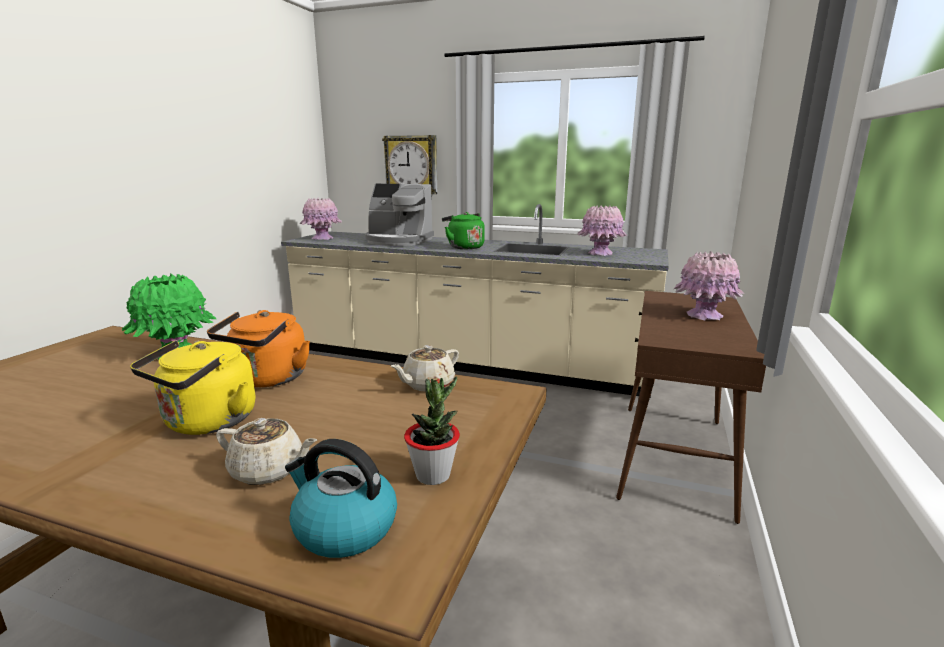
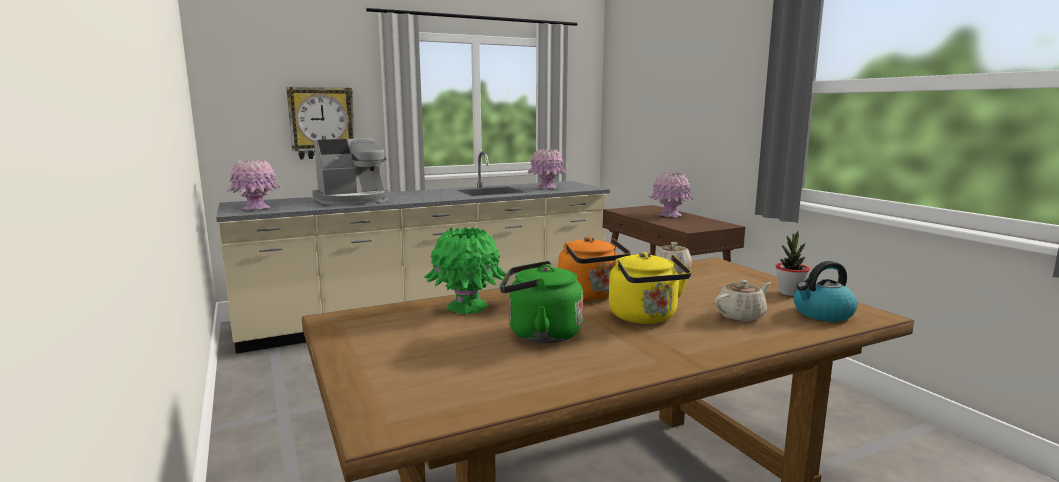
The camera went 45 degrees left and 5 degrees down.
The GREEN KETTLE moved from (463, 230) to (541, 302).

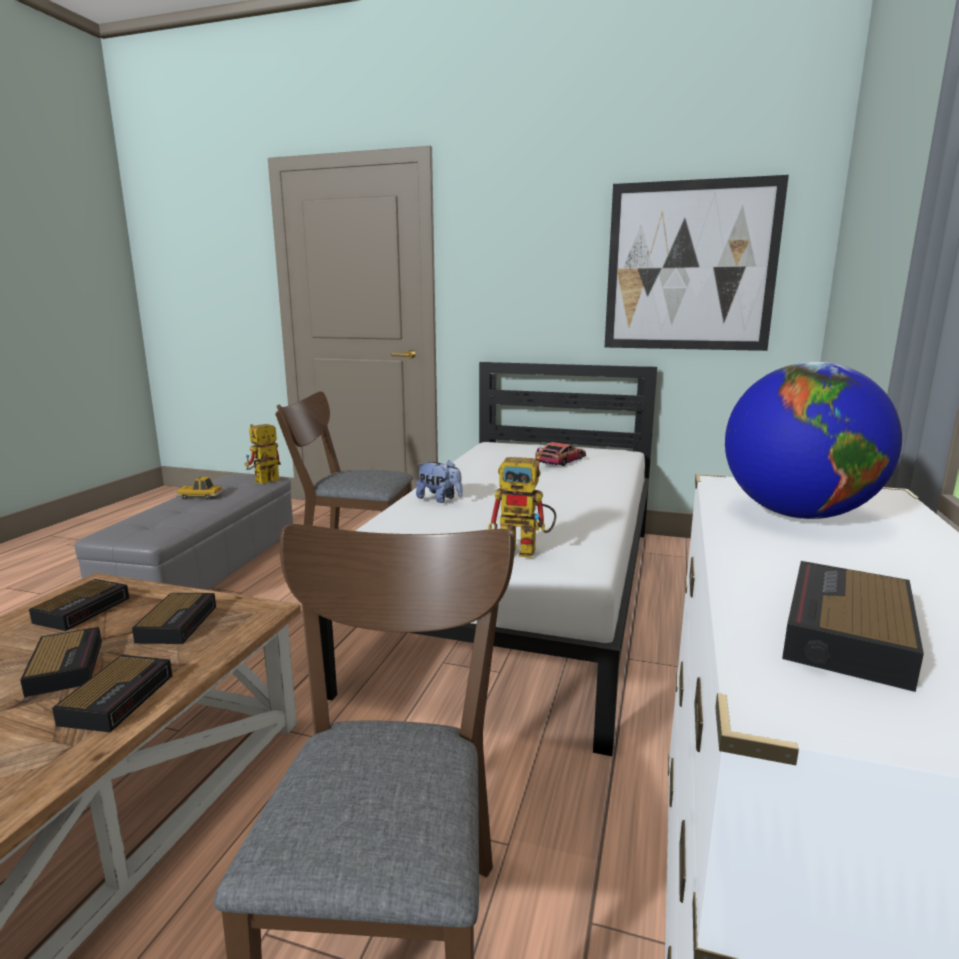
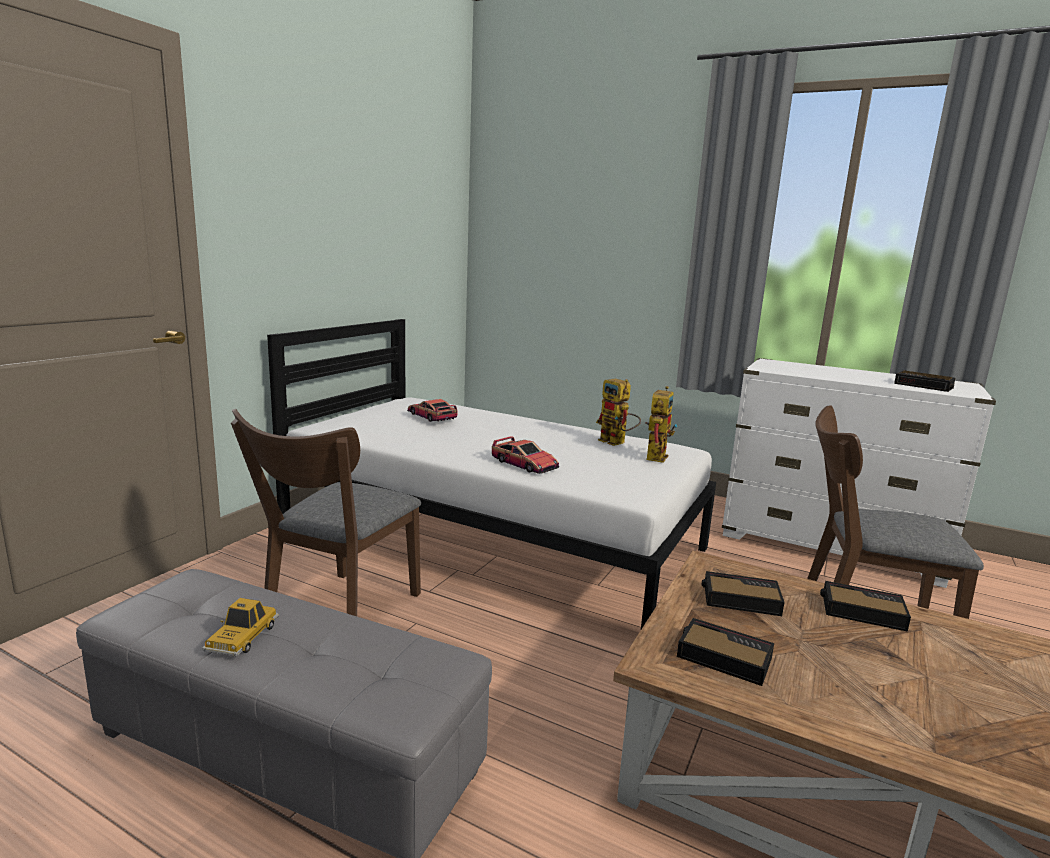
The camera went 80 degrees left and 0 degrees up.
The ALARM CLOCK at (61, 662) disappeared.
The PICTURE at (696, 263) disappeared.
The GLOBE at (813, 440) disappeared.
The TOY ROBOT moved from (263, 454) to (618, 412).
The PLUSH TOY at (439, 481) was replaced by the TOY CAR at (526, 455).

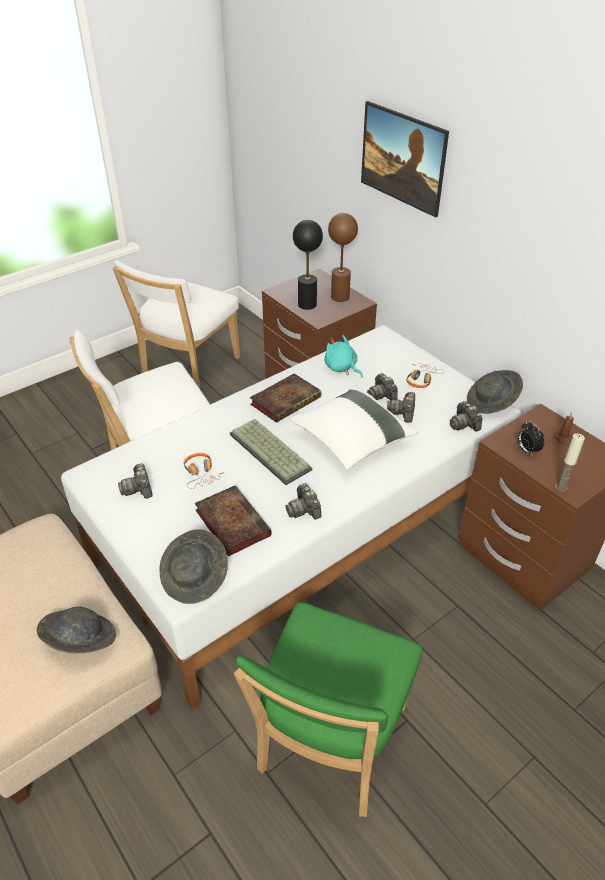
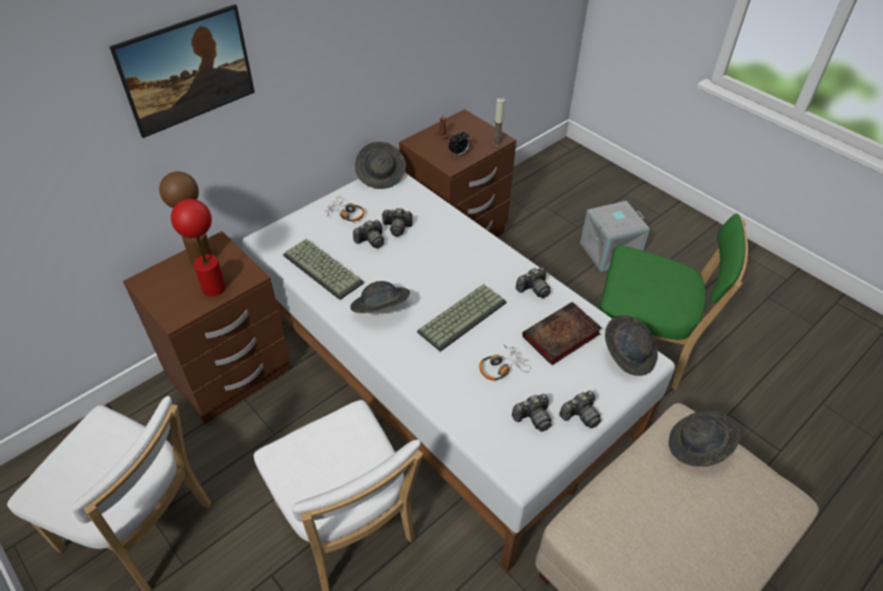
The camera went 95 degrees left and 5 degrees up.
The WHITE PILLOW at (354, 427) disappeared.
The GREY STORAGE BOX at (615, 236) appeared.
The PHOTO CAMERA moved from (466, 416) to (580, 409).
The BOOK at (285, 398) was replaced by the GREY HAT at (380, 297).
The TURQUOISE PLUSH TOY at (344, 356) was replaced by the KEYBOARD at (323, 269).
The BLACK TABLE LAMP at (308, 265) became the RED TABLE LAMP at (198, 247).

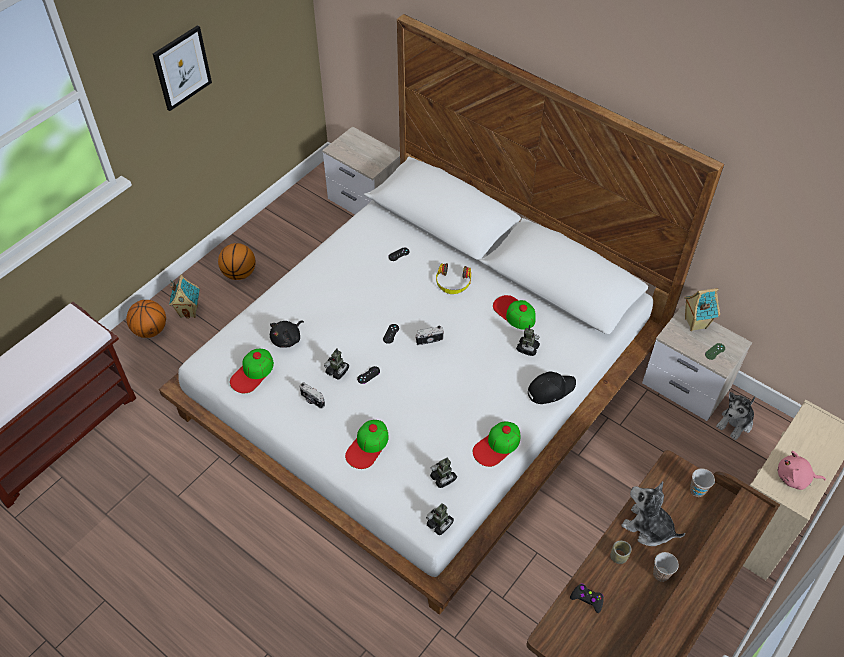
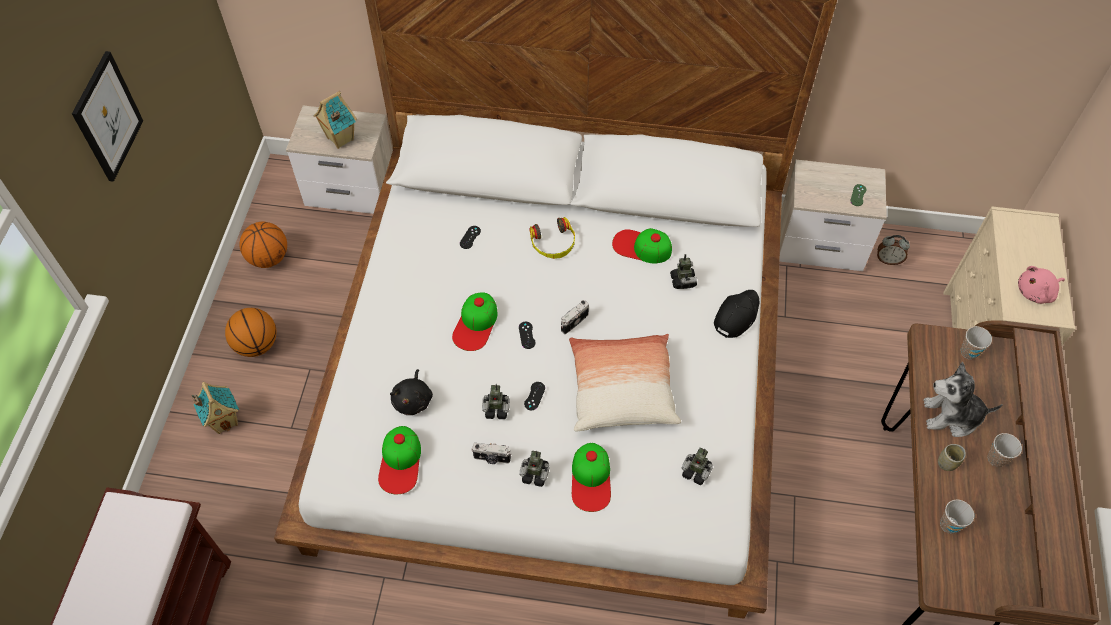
The camera went 30 degrees left and 5 degrees up.
The PILLOW at (625, 382) appeared.
The BASKETBALL moved from (146, 319) to (263, 245).
The TOY ROBOT moved from (440, 519) to (535, 469).
The CAP moved from (496, 444) to (475, 321).
The TOY HOUSE moved from (702, 309) to (335, 120).
The BLACK GAME CONTROLLER at (587, 598) was replaced by the CUP at (957, 517).
The PLUSH TOY at (735, 416) was replaced by the ALARM CLOCK at (893, 250).

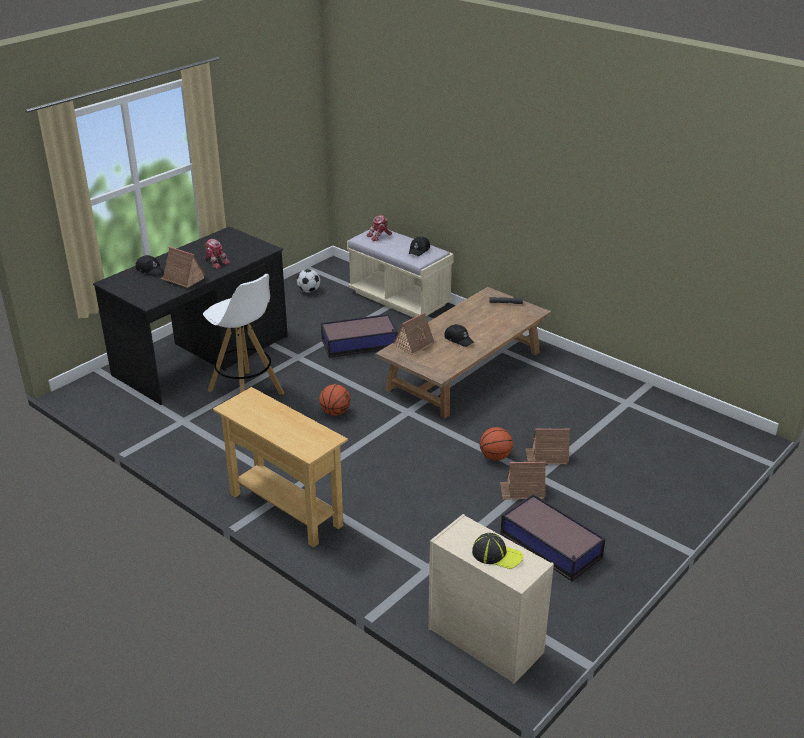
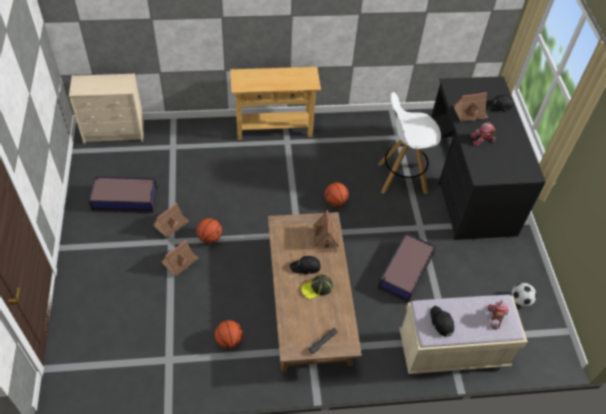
The camera went 130 degrees right and 20 degrees up.
The BASKETBALL at (229, 334) appeared.
The CAP moved from (497, 551) to (317, 287).

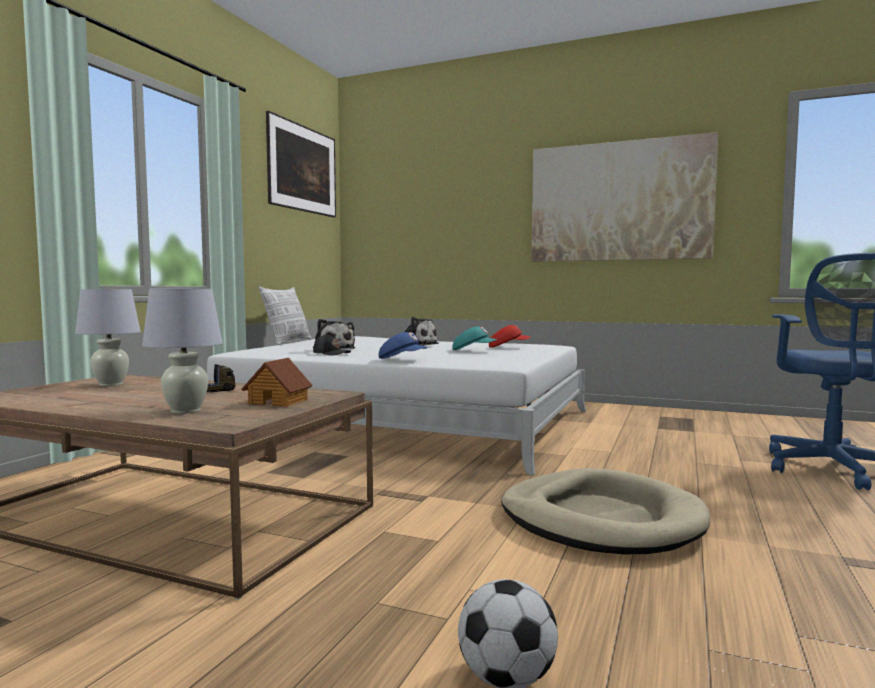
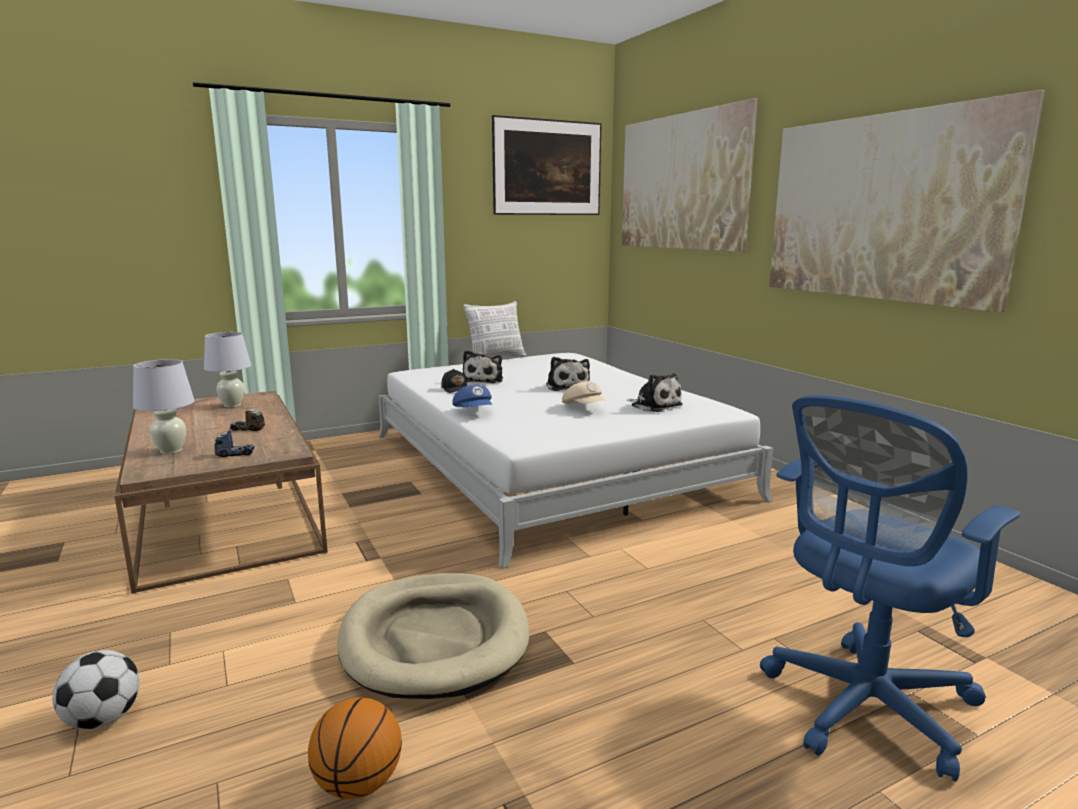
The camera went 40 degrees right and 10 degrees up.
The BASKETBALL at (355, 748) appeared.
The PICTURE at (690, 175) appeared.
The TOY HOUSE at (277, 382) was replaced by the TOY TRUCK at (234, 444).
The RED CAP at (509, 336) was replaced by the PLUSH TOY at (655, 392).
The TURQUOISE CAP at (474, 338) became the BEIGE CAP at (583, 392).

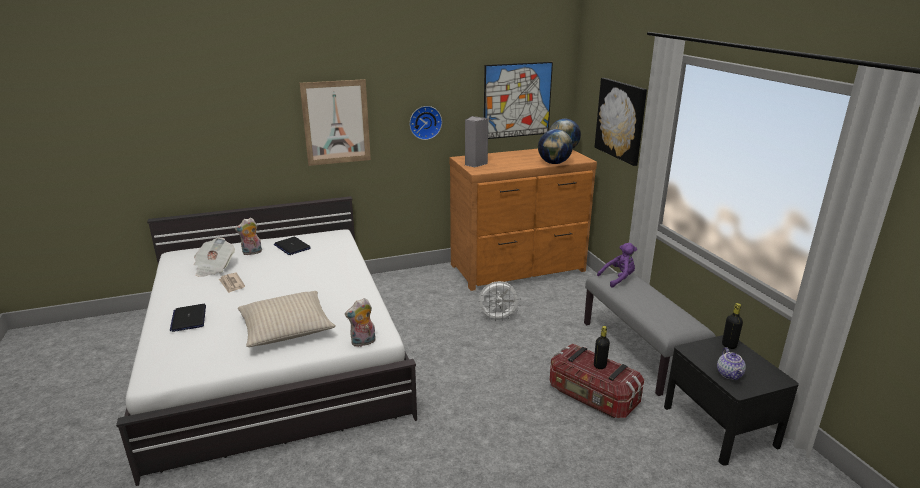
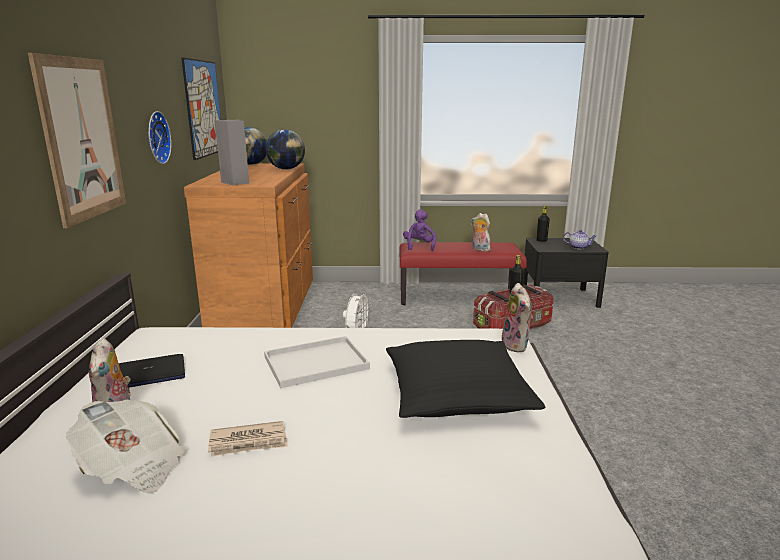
The camera went 70 degrees left and 5 degrees down.
The LAPTOP at (188, 318) disappeared.
The PICTURE at (621, 122) disappeared.
The WHITE TRAY at (317, 362) appeared.
The PLUSH TOY at (480, 232) appeared.
The BEIGE PILLOW at (287, 319) became the BLACK PILLOW at (465, 379).
The GREY BENCH at (650, 334) became the RED BENCH at (463, 273).

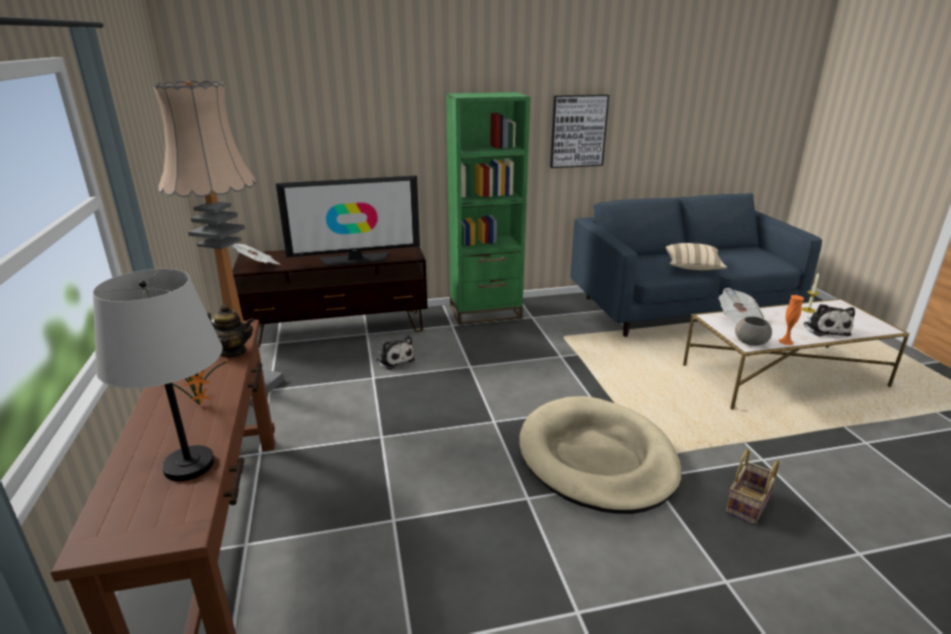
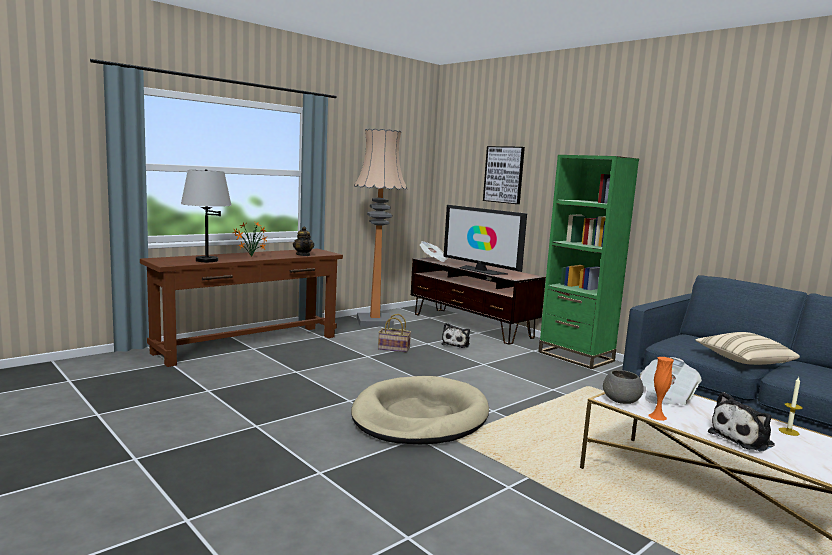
The camera went 60 degrees right and 15 degrees down.
The PICTURE moved from (579, 131) to (504, 175).
The BASKET moved from (752, 487) to (394, 333).

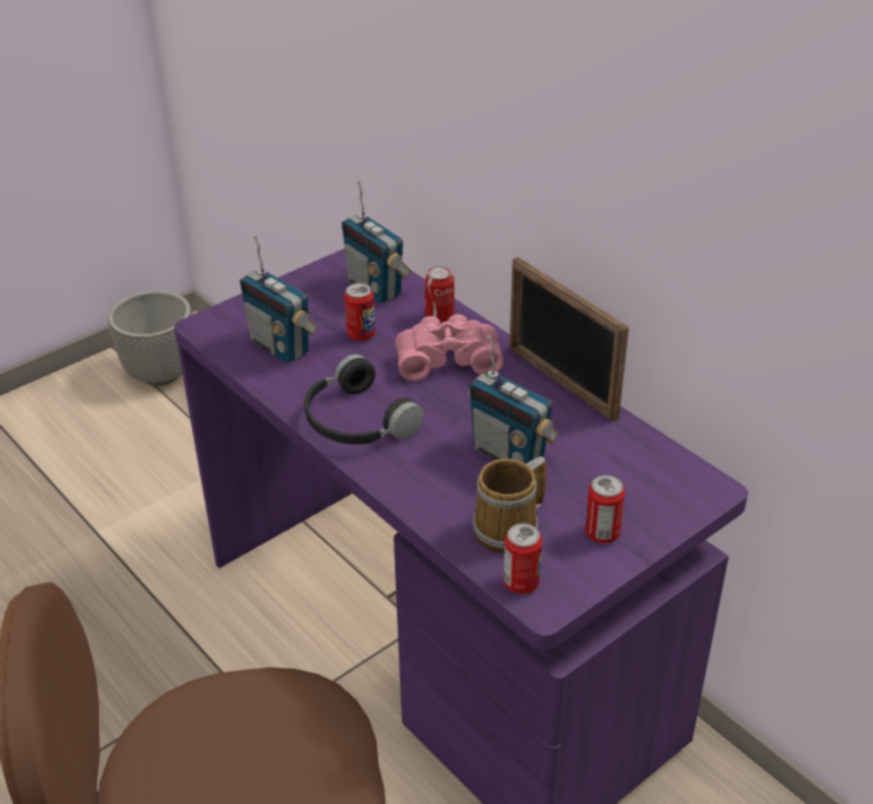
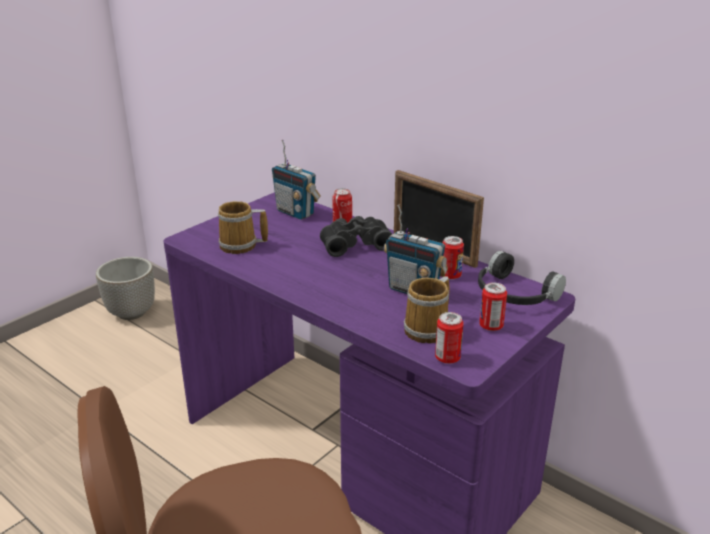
The camera went 10 degrees left and 10 degrees down.
The BLACK HEADPHONES moved from (364, 399) to (522, 278).
The CAN moved from (360, 312) to (453, 258).
The RADIO at (279, 299) was replaced by the MUG at (243, 227).
The PINK BINOCULARS at (449, 347) became the BLACK BINOCULARS at (356, 236).

